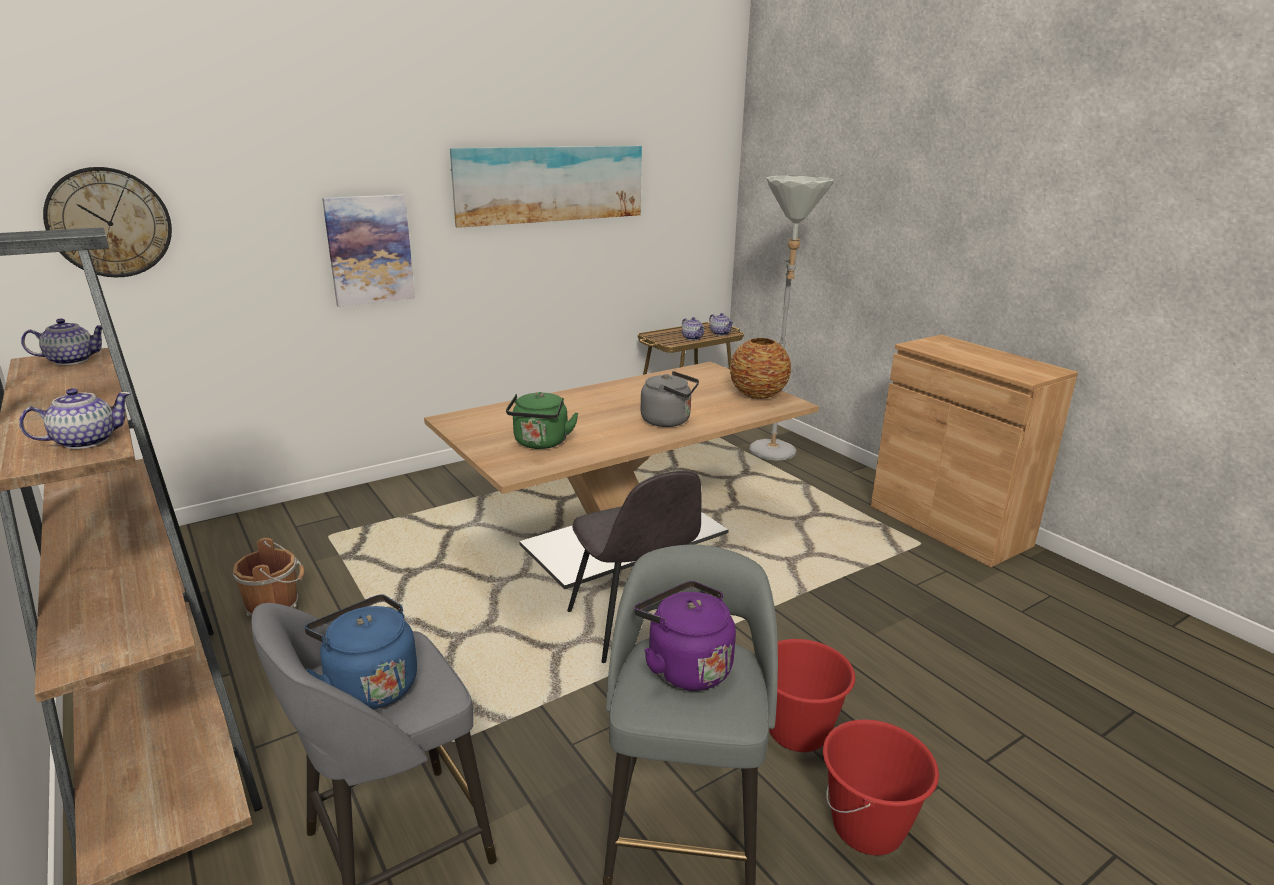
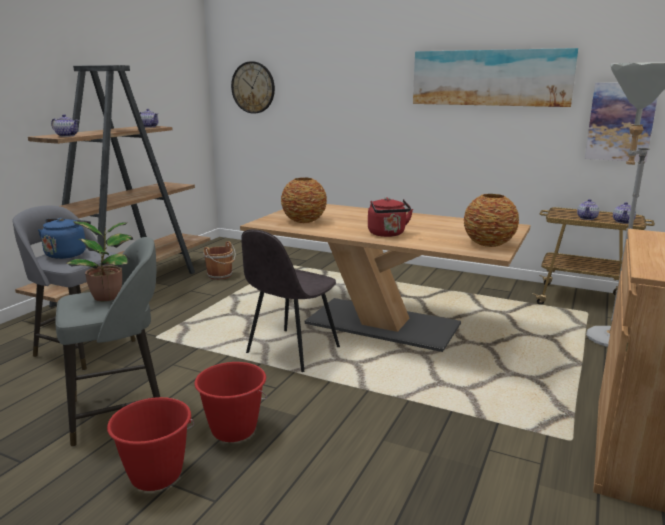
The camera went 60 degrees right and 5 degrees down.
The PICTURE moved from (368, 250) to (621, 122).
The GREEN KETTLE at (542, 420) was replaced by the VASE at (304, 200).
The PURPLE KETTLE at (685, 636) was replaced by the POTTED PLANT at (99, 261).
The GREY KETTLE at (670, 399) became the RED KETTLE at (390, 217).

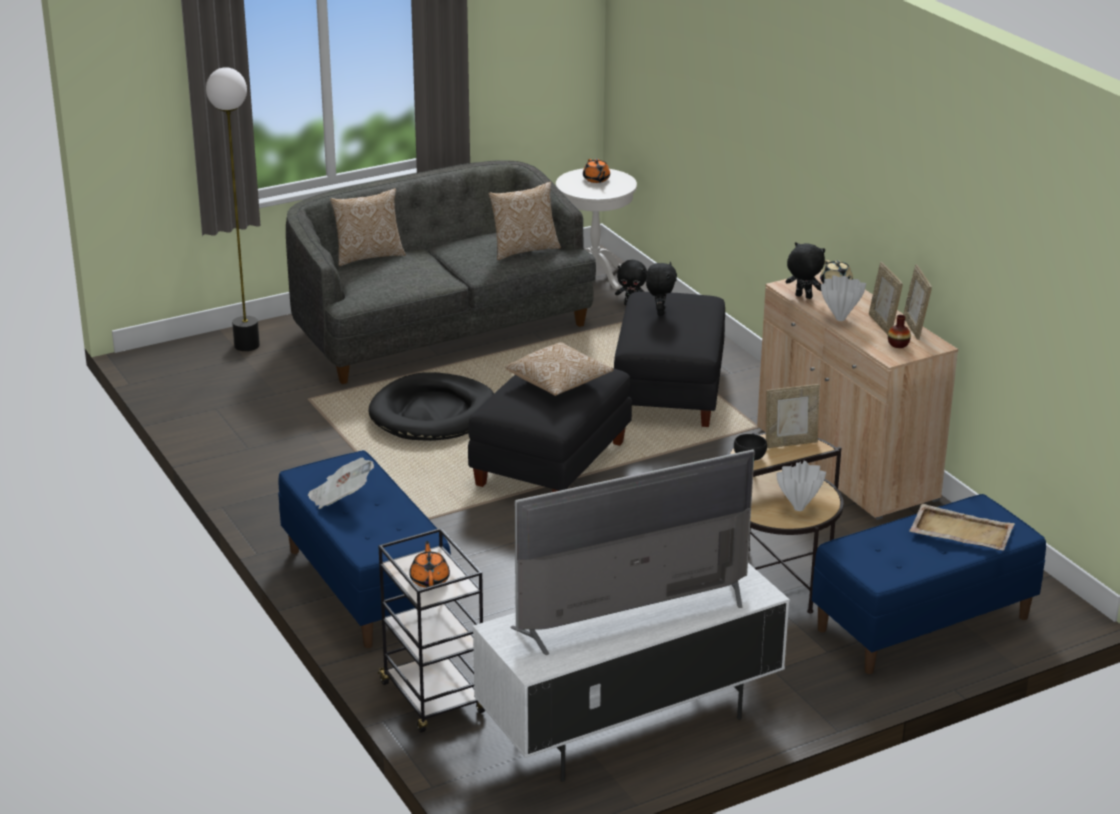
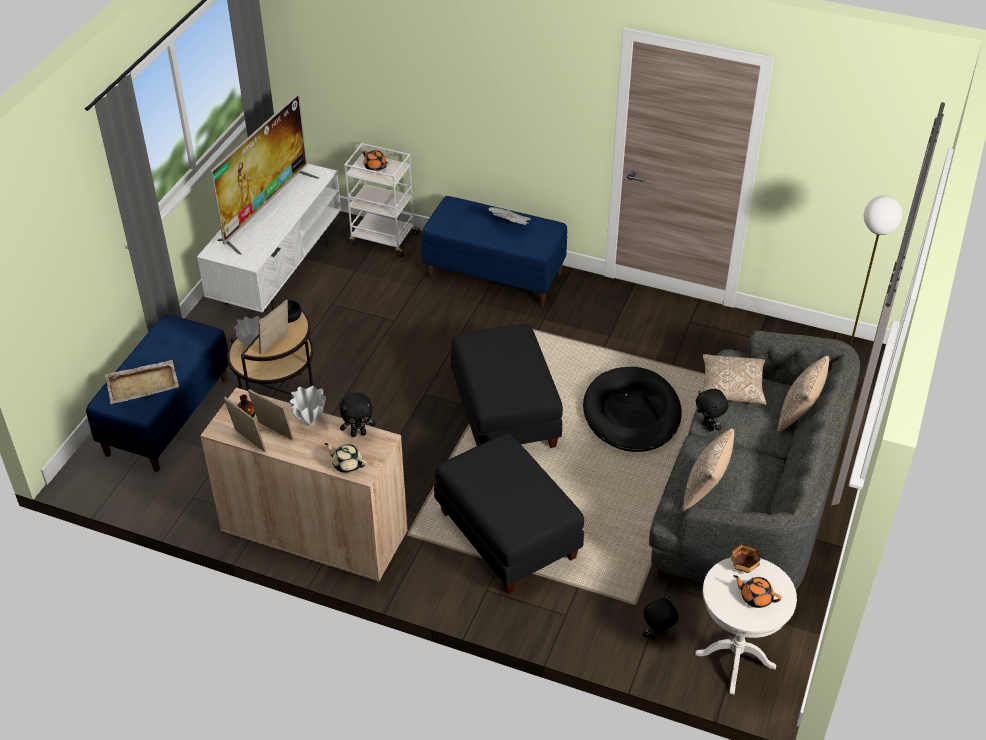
The camera went 140 degrees right and 15 degrees up.
The BOWL at (745, 558) appeared.
The PILLOW moved from (560, 369) to (734, 379).
The BLACK PLUSH TOY moved from (661, 288) to (712, 410).
The BLACK CART at (431, 630) became the WHITE CART at (383, 200).

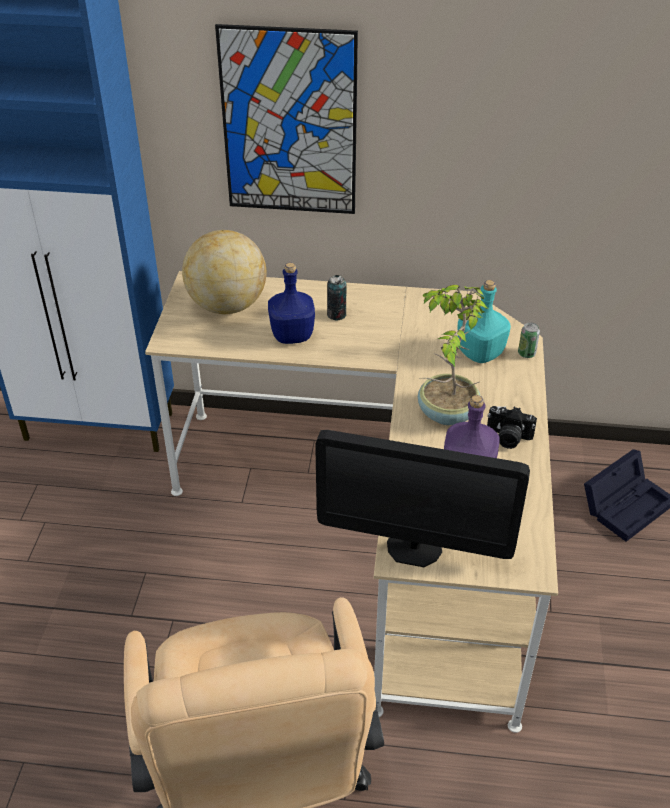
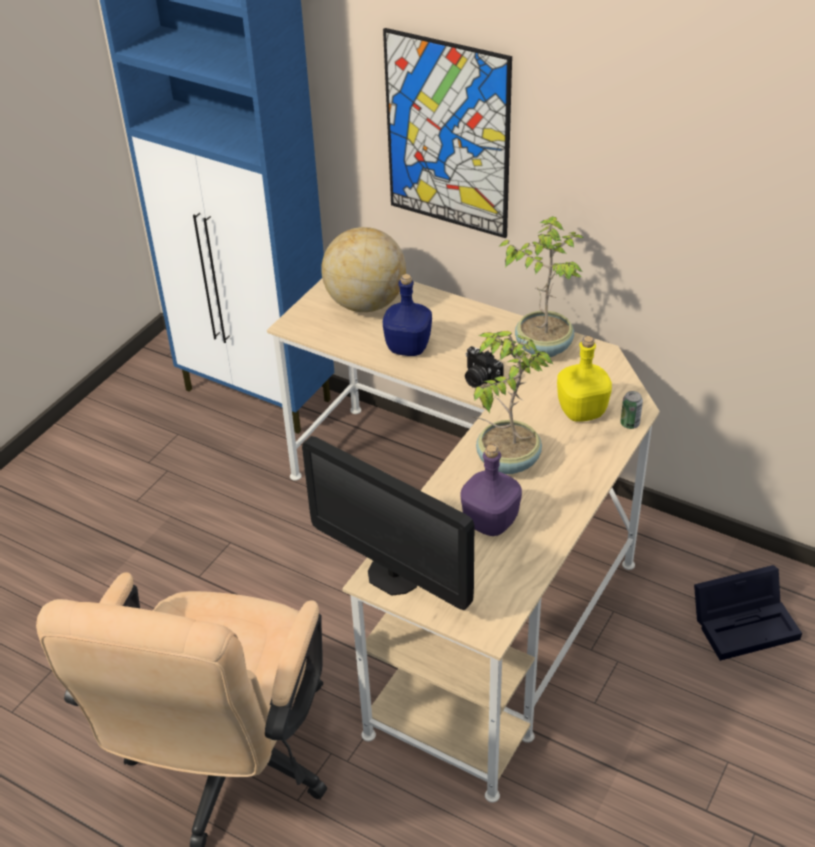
The camera went 25 degrees right and 0 degrees up.
The CAN at (336, 298) disappeared.
The POTTED PLANT at (541, 287) appeared.
The PHOTO CAMERA moved from (512, 427) to (484, 367).
The TURQUOISE BOTTLE at (484, 321) became the YELLOW BOTTLE at (584, 379).

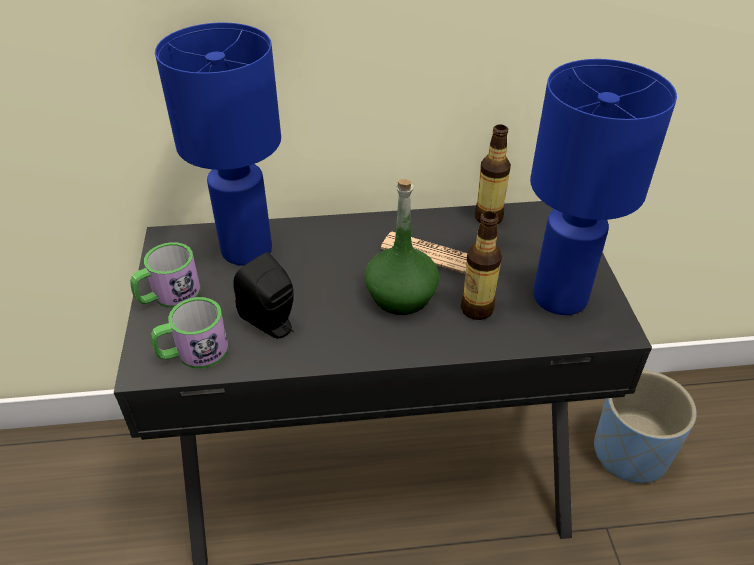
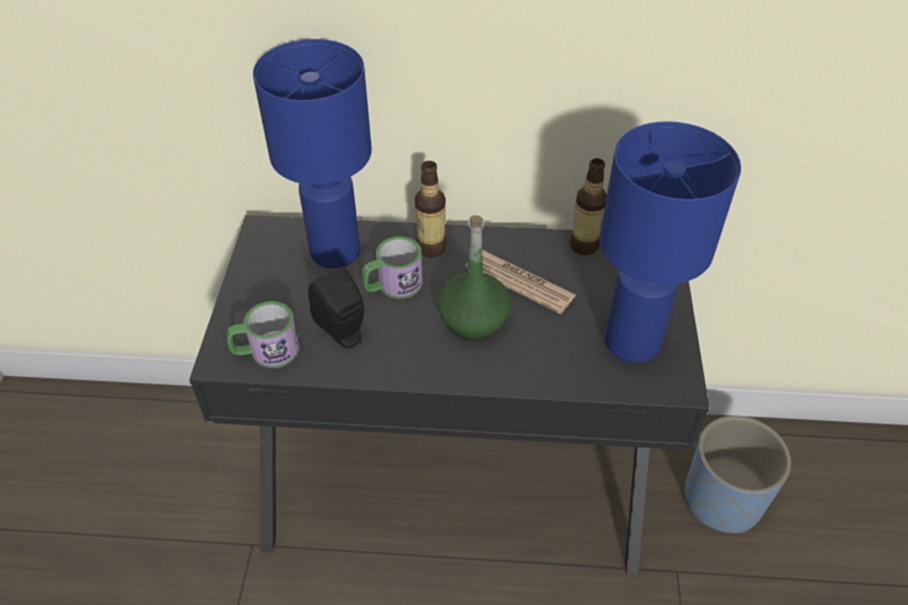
The camera went 10 degrees right and 5 degrees up.
The MUG moved from (165, 275) to (392, 267).
The BOTTLE moved from (481, 265) to (430, 209).

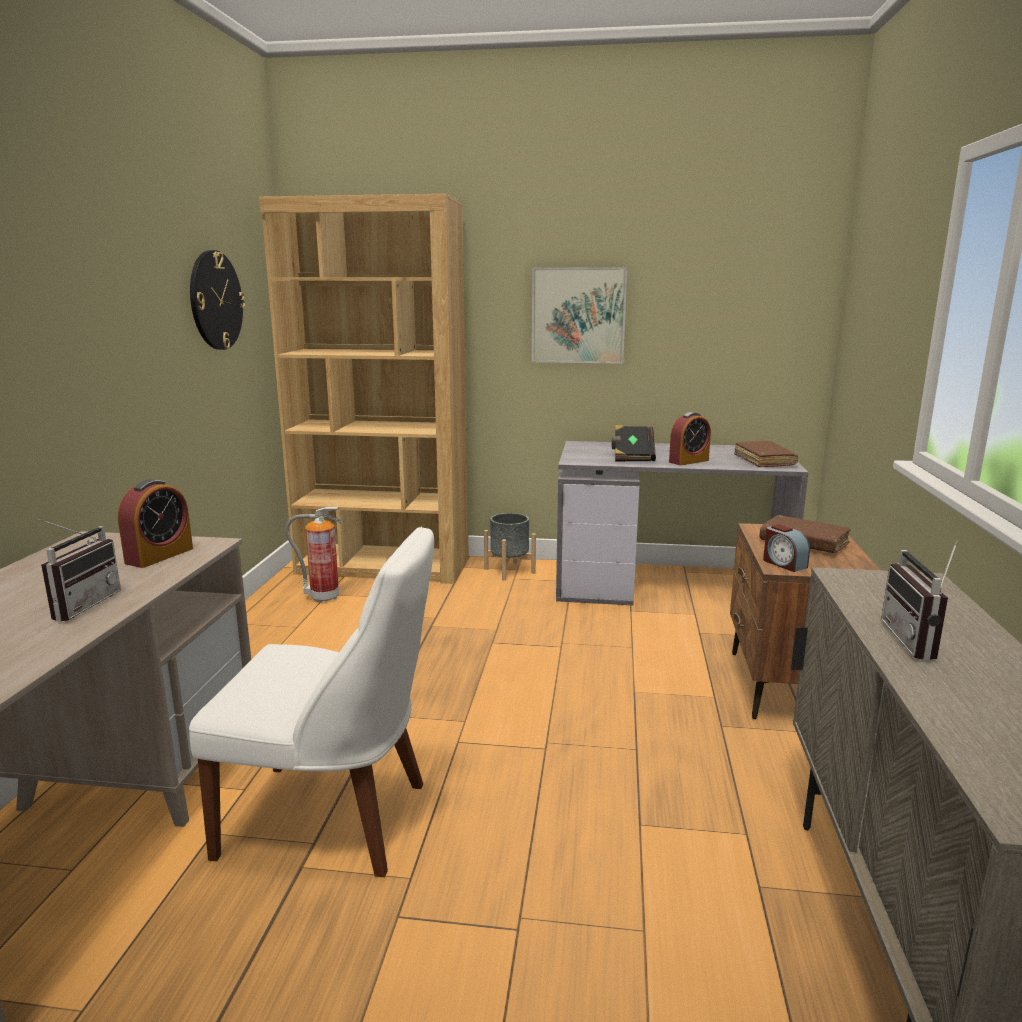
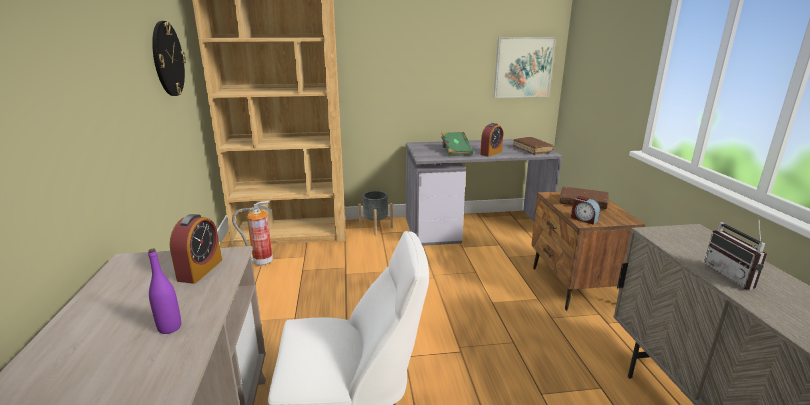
The camera went 15 degrees left and 5 degrees up.
The PICTURE moved from (579, 315) to (525, 67).
The RADIO at (80, 570) was replaced by the PURPLE BOTTLE at (164, 291).
The BLACK BOOK at (634, 443) became the GREEN BOOK at (457, 144).

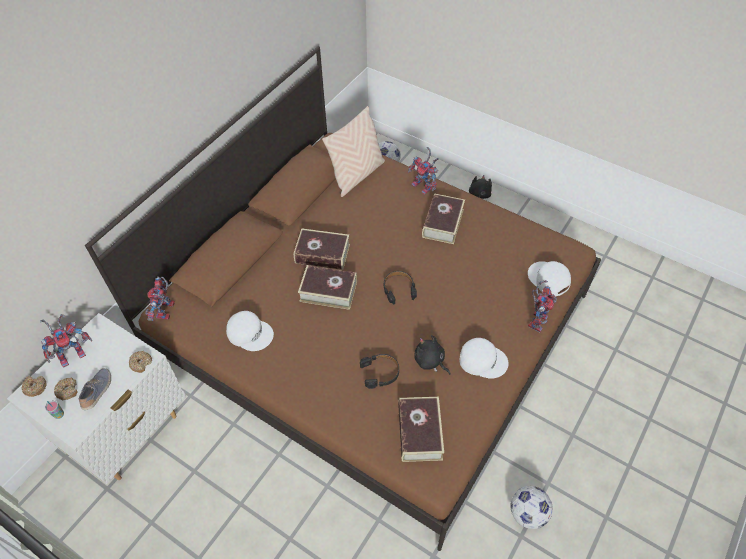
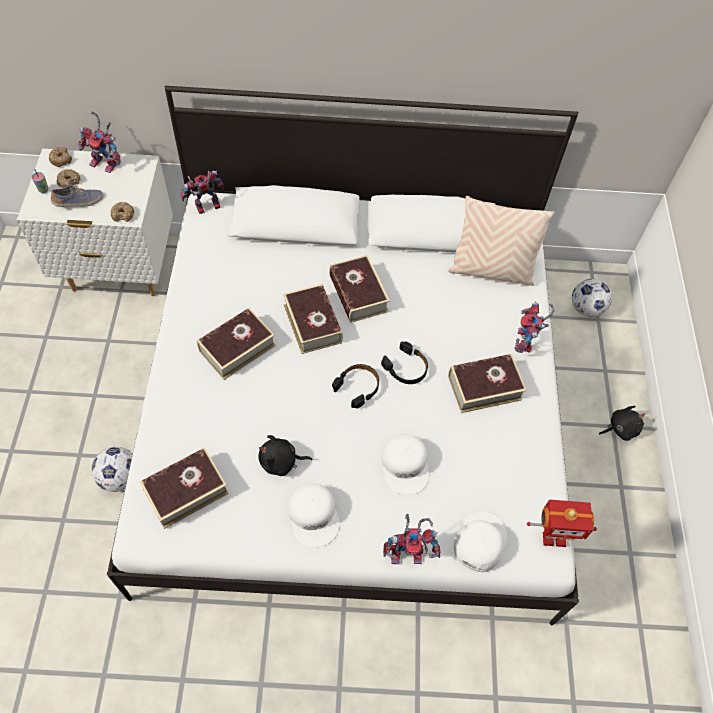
The camera went 55 degrees right and 5 degrees up.
The BOOK at (236, 344) appeared.
The TOY ROBOT at (562, 523) appeared.
The WHITE CAP moved from (250, 331) to (405, 464).
The BLACK HEADPHONES moved from (379, 371) to (404, 362).
The FOOTBALL moved from (531, 507) to (112, 469).
The BROWN BED at (343, 298) became the WHITE BED at (343, 355).
The BLACK PLUSH TOY at (433, 355) turned 105 degrees counterclockwise.

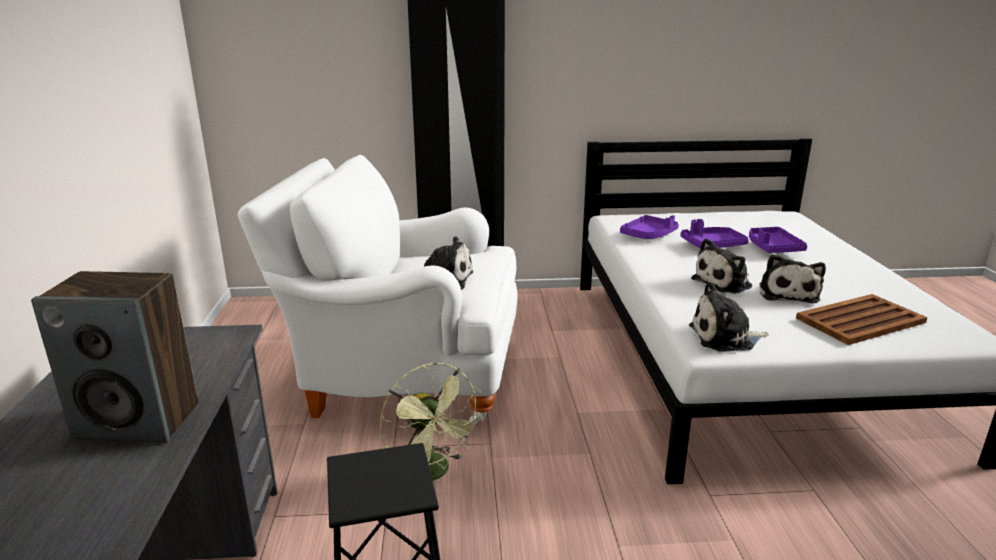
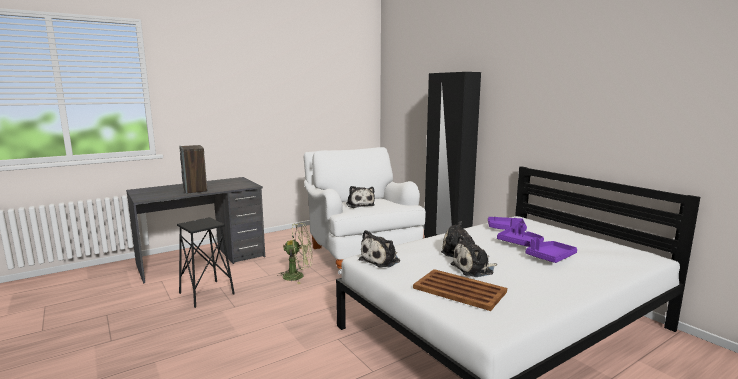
The camera went 60 degrees right and 10 degrees down.
The GREEN FAN at (431, 421) turned 120 degrees counterclockwise.
The PLUSH TOY at (729, 317) turned 105 degrees counterclockwise.

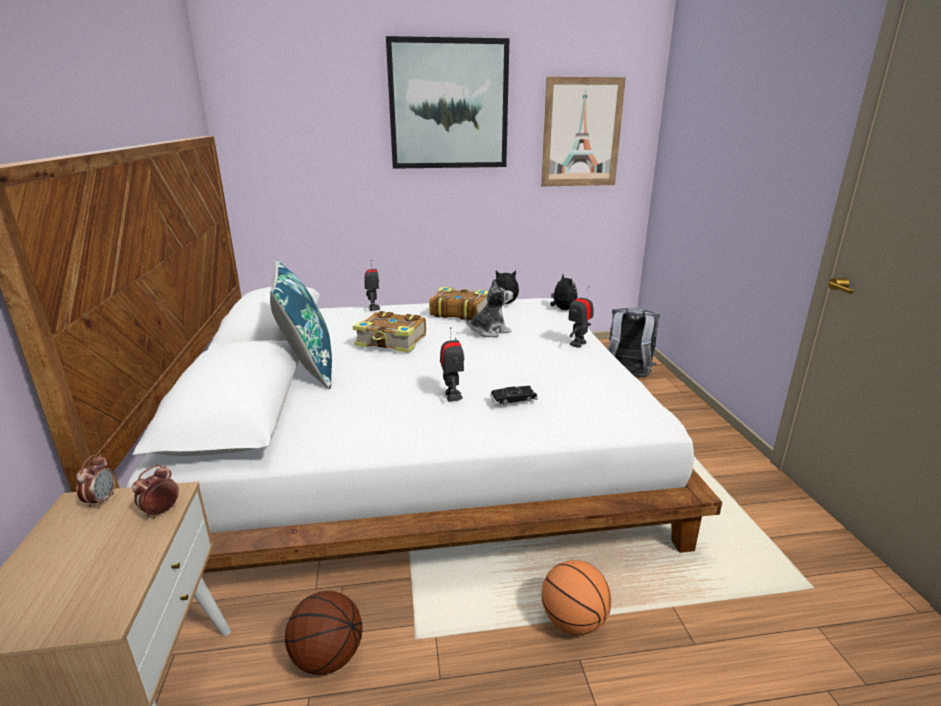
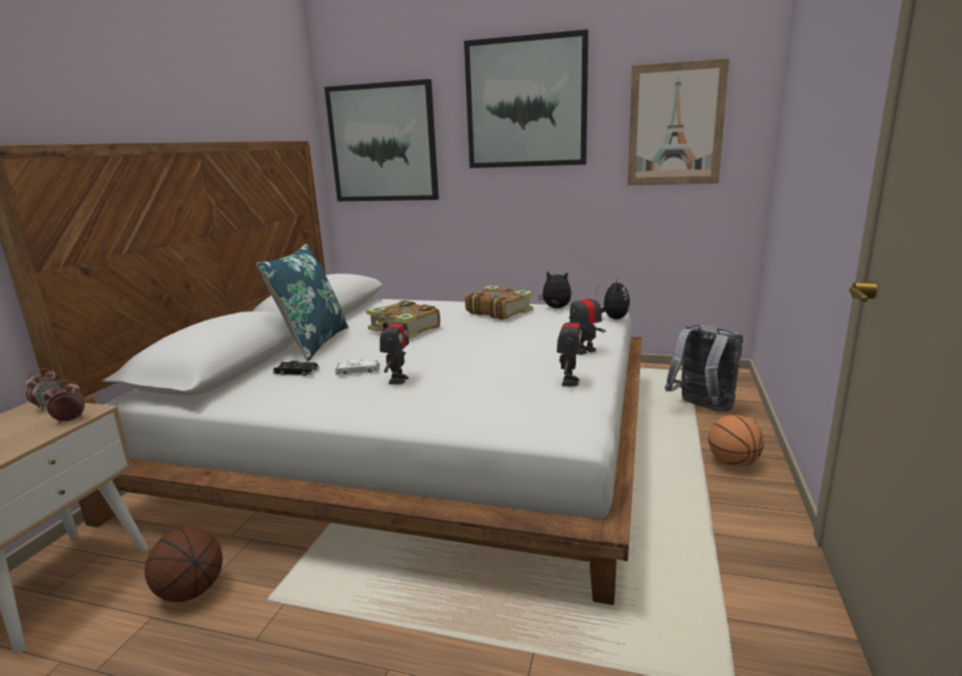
The camera went 25 degrees right and 5 degrees down.
The PLUSH TOY at (488, 308) disappeared.
The PICTURE at (381, 140) appeared.
The WHITE TOY CAR at (357, 367) appeared.
The TOY ROBOT moved from (372, 285) to (569, 347).
The BLACK TOY CAR moved from (514, 395) to (296, 368).
The BASKETBALL moved from (576, 597) to (736, 441).

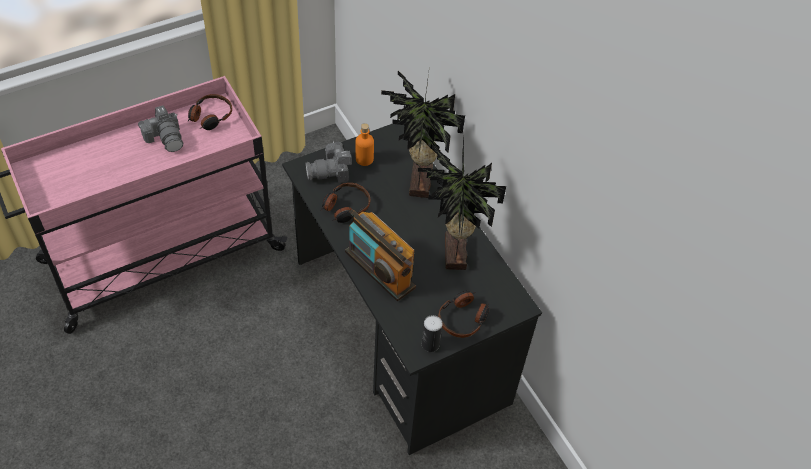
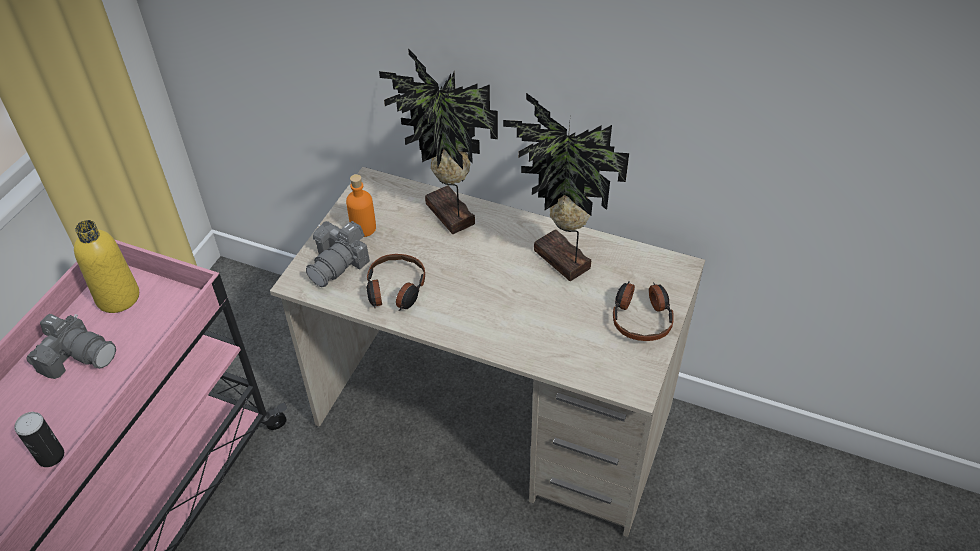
The camera went 35 degrees left and 5 degrees down.
The RADIO at (380, 255) disappeared.
The CAN moved from (432, 333) to (39, 439).
The HEADPHONES at (210, 112) was replaced by the YELLOW BOTTLE at (106, 266).
The BLACK DESK at (412, 289) became the BEIGE DESK at (487, 352).

